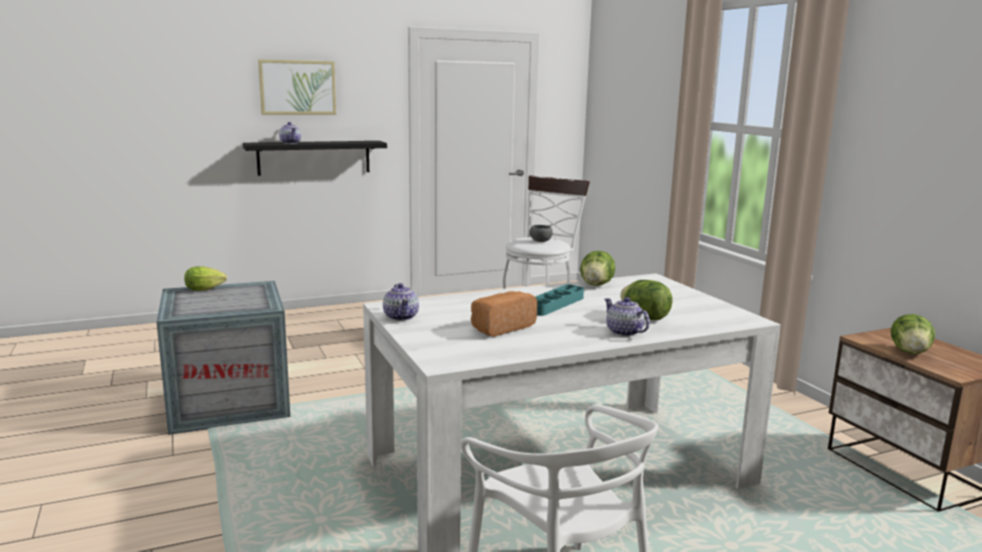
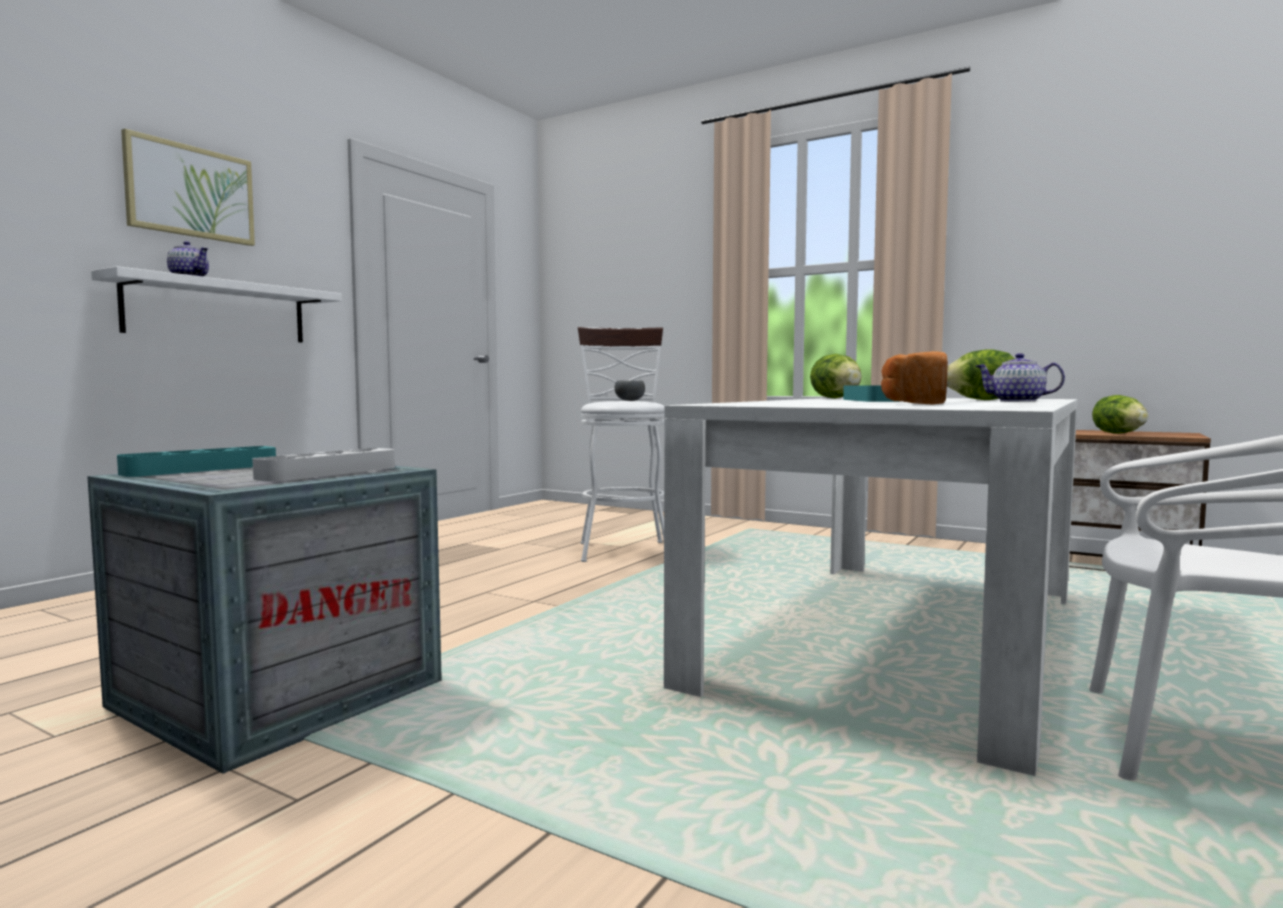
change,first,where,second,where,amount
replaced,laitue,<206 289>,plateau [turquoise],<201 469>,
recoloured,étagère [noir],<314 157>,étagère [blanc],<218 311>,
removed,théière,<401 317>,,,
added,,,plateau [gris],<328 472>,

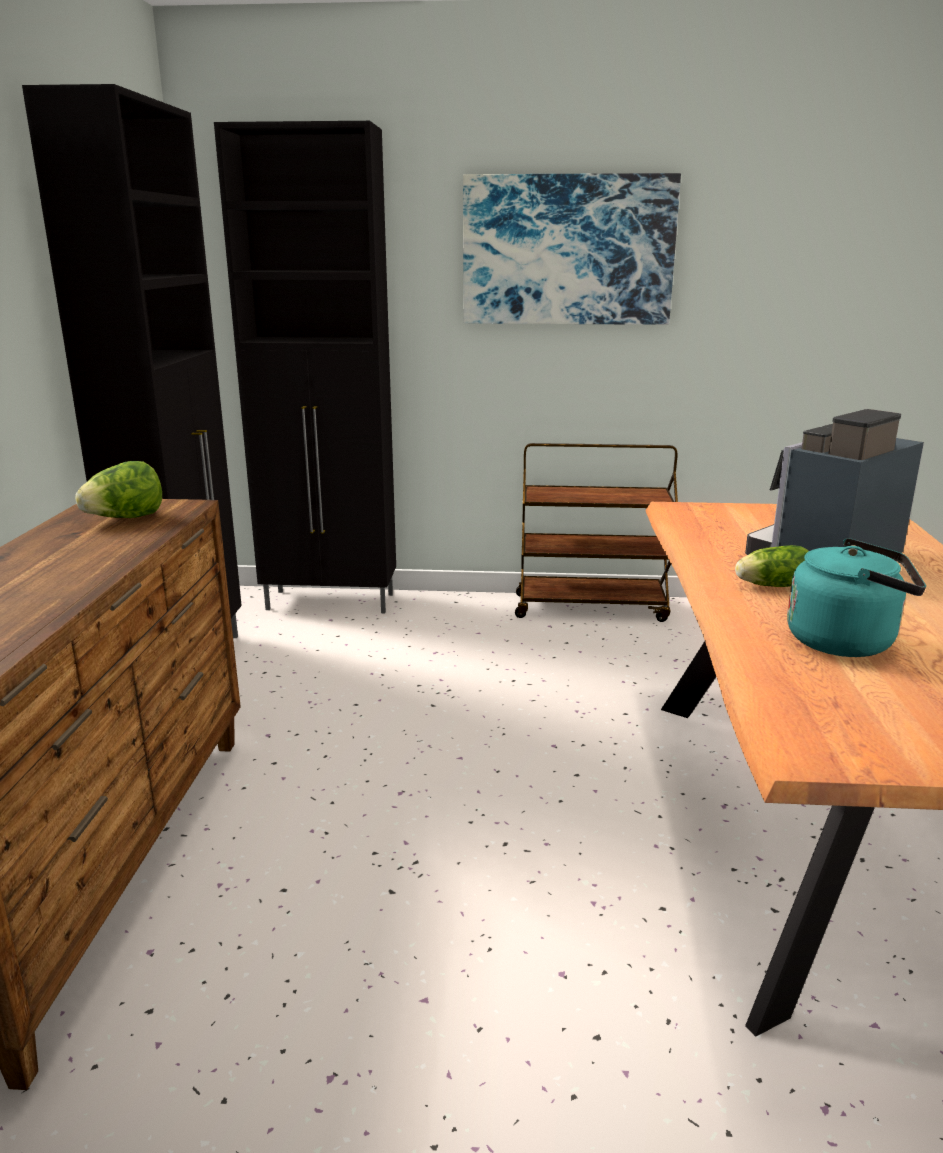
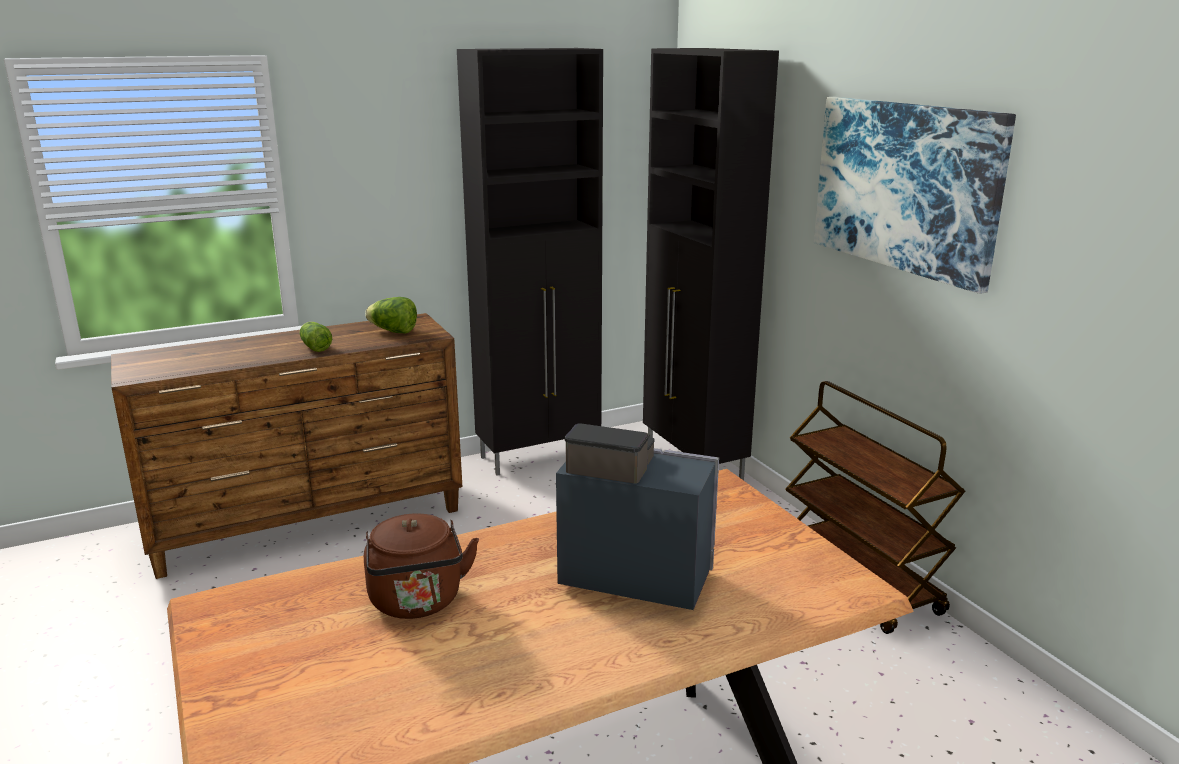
change,first,where,second,where,amount
moved,laitue,<770 586>,,<315 347>,
recoloured,bouilloire [turquoise],<846 642>,bouilloire [marron],<417 603>,

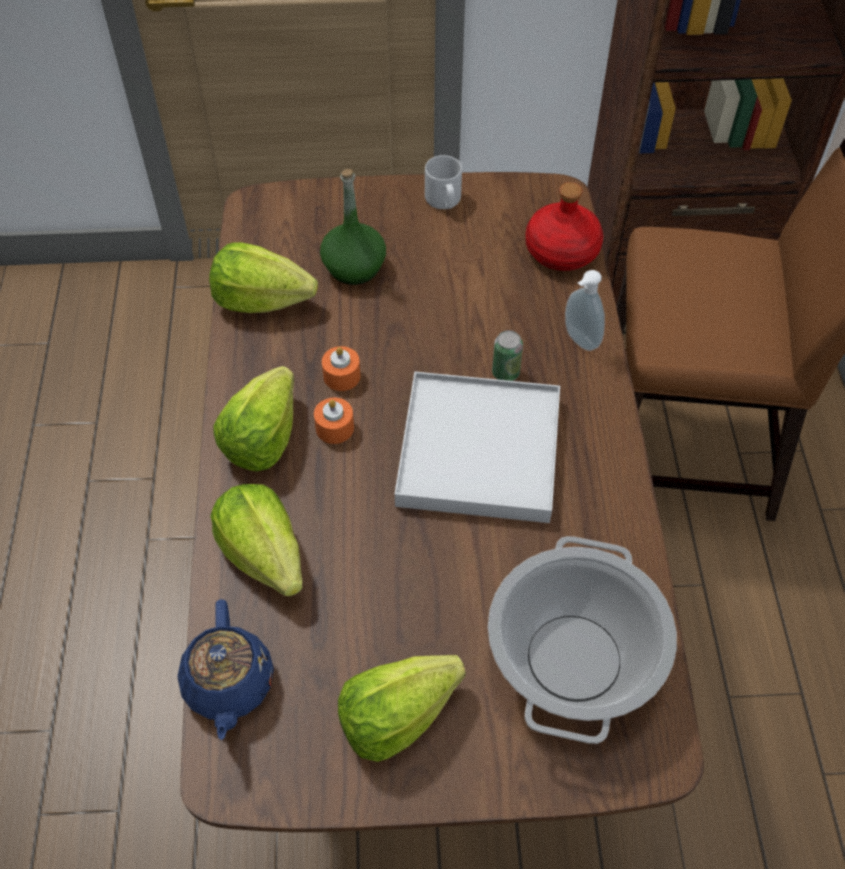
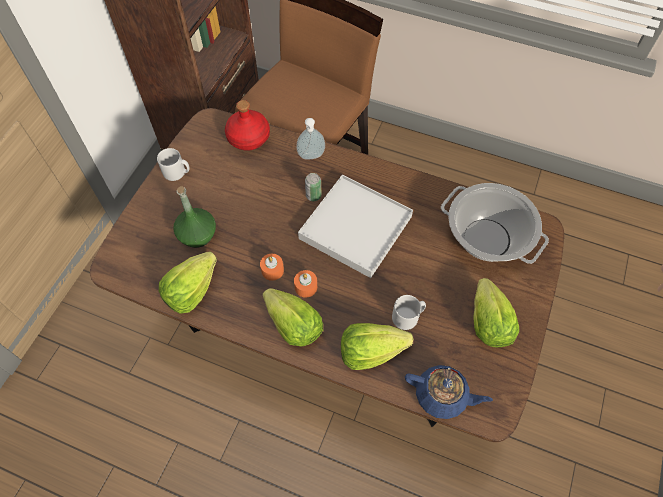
change,first,where,second,where,amount
added,,,mug [gris],<408 317>,

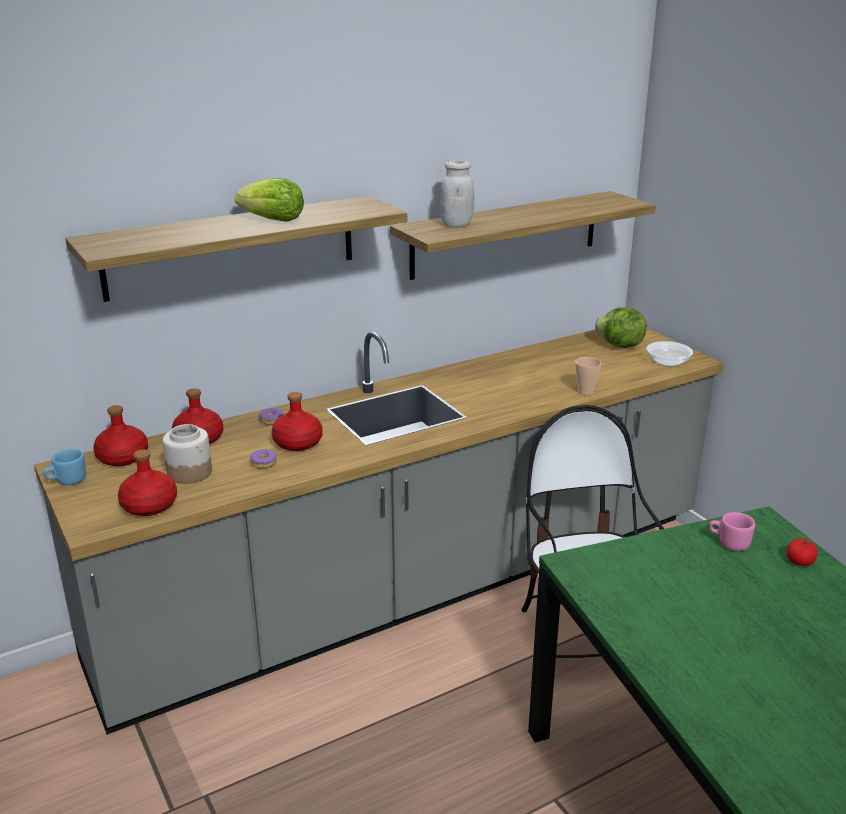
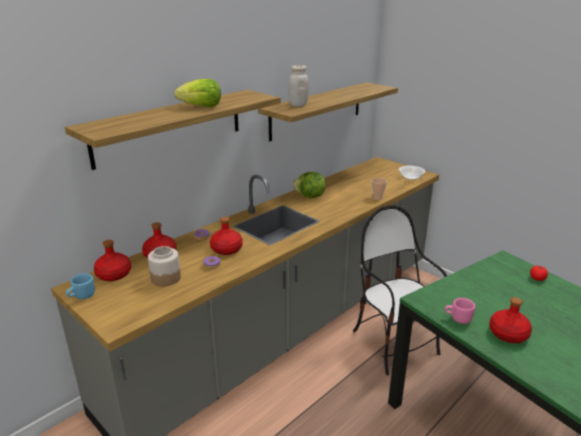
change,first,where,second,where,amount
moved,bouteille [rouge],<150 505>,,<508 334>,
moved,laitue,<619 346>,,<309 197>,
moved,mug [rose],<728 543>,,<457 318>,

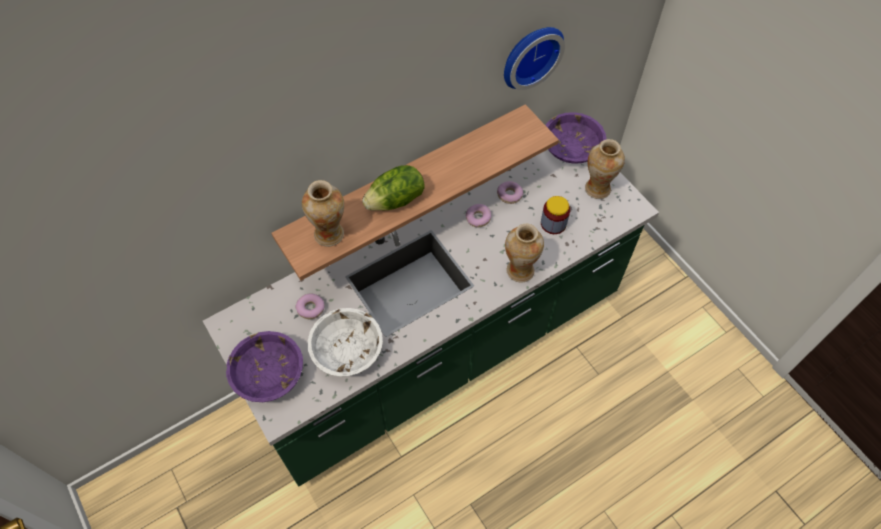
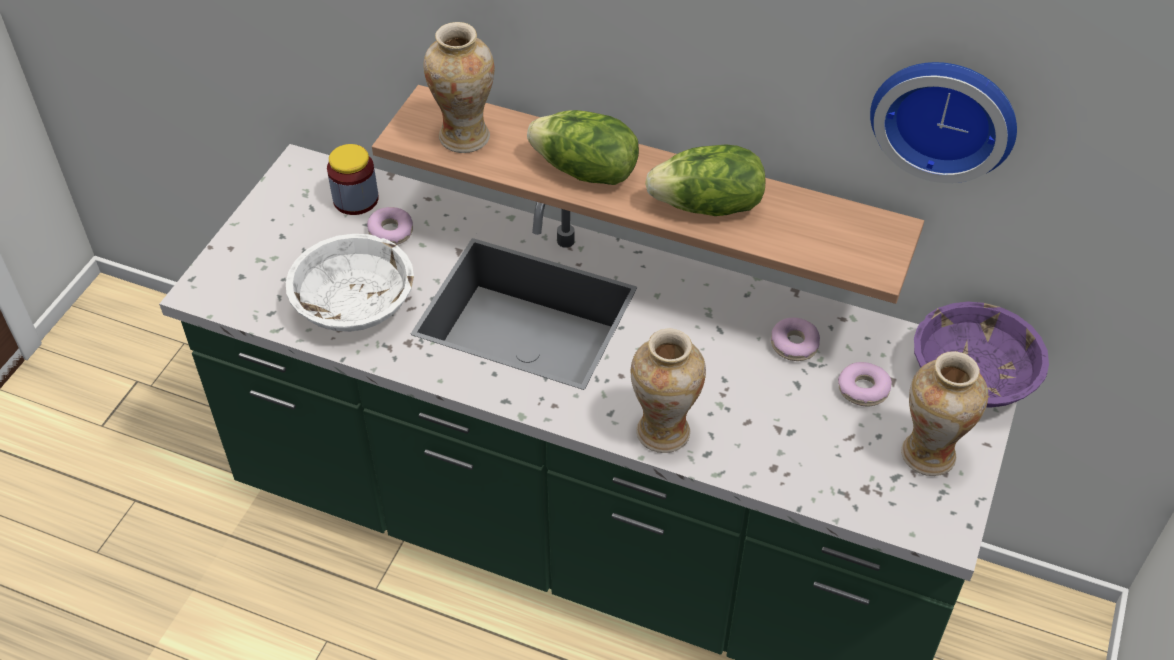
change,first,where,second,where,amount
removed,bol [violet],<269 374>,,,
moved,beignet,<478 218>,,<863 389>,
moved,bocal,<553 223>,,<356 199>,
added,,,laitue,<708 206>,

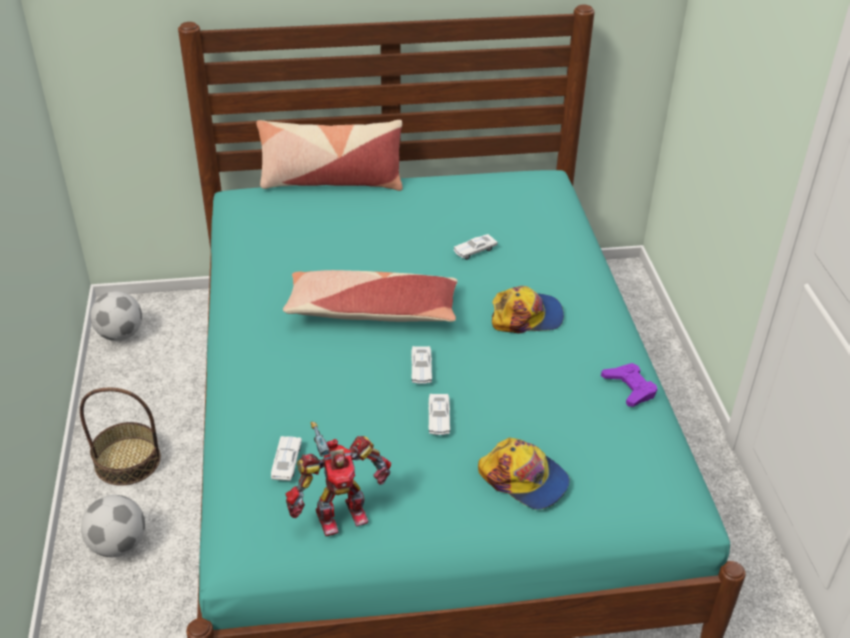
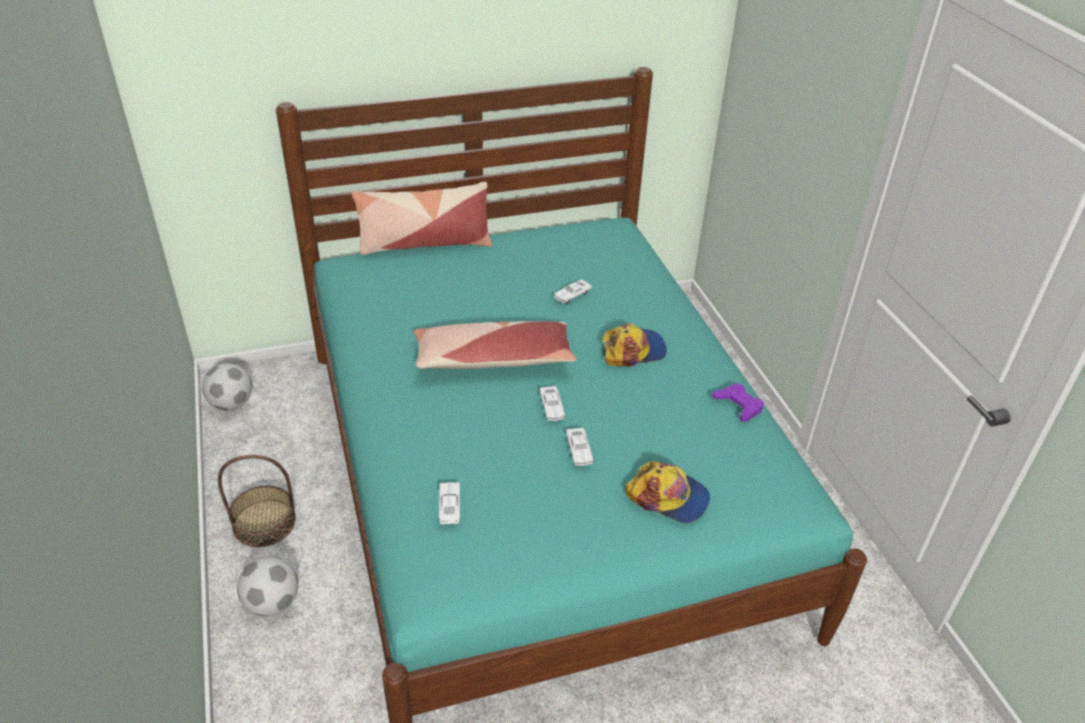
change,first,where,second,where,amount
removed,robot jouet,<339 513>,,,

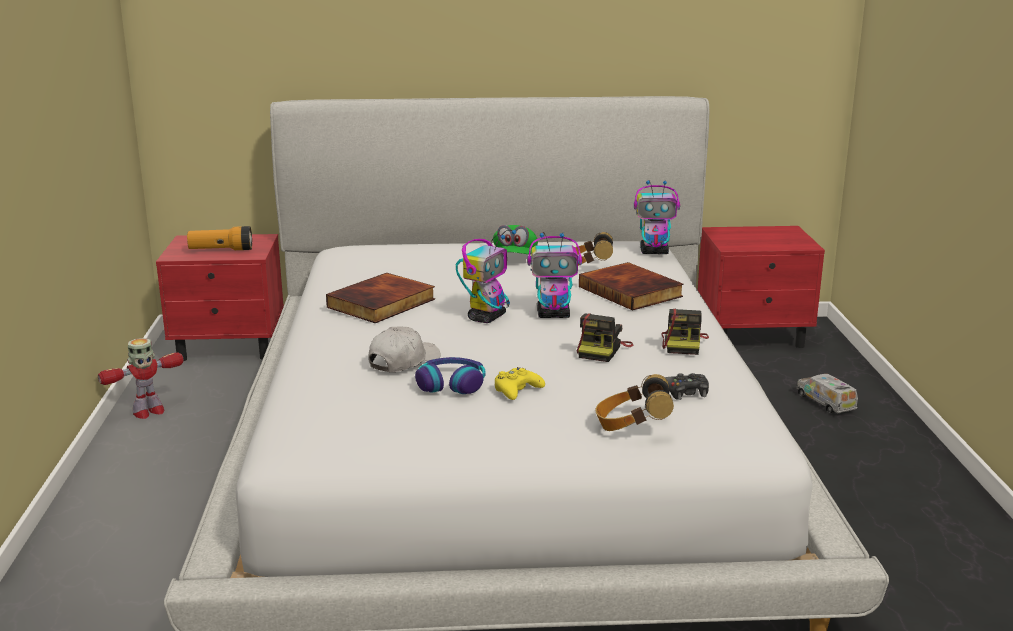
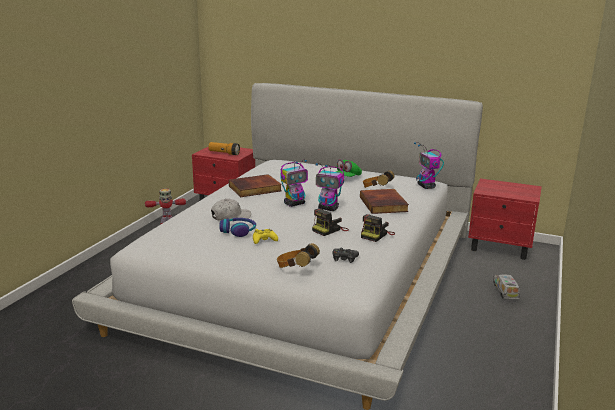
change,first,where,second,where,amount
turned,robot jouet,<654 252>,,<426 186>,45 degrees clockwise

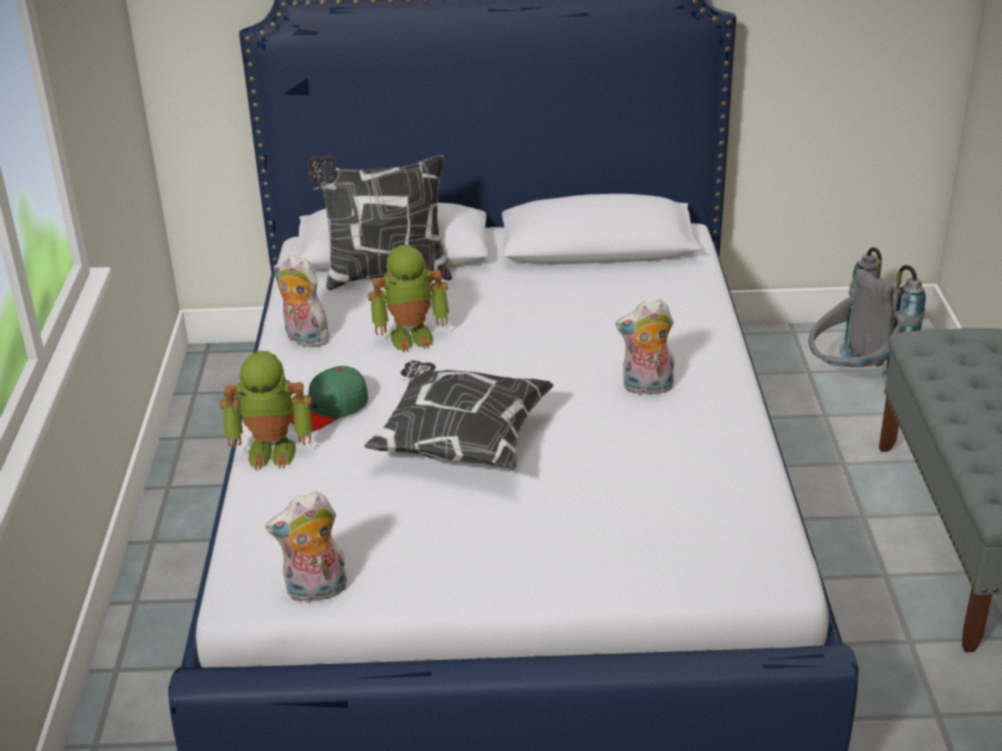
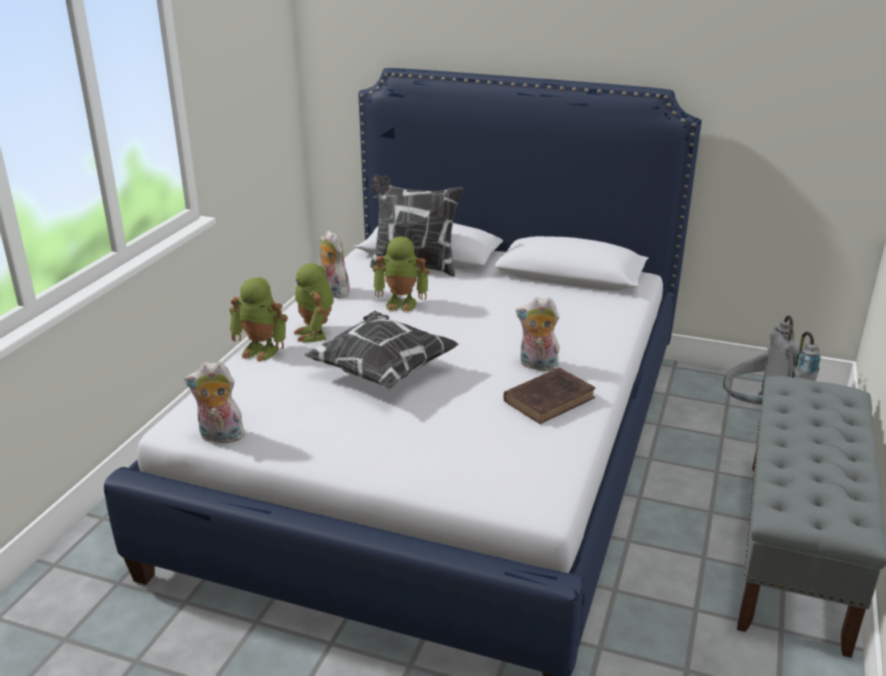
change,first,where,second,where,amount
replaced,casquette [vert],<329 409>,robot jouet,<315 334>,
added,,,livre [marron],<551 399>,

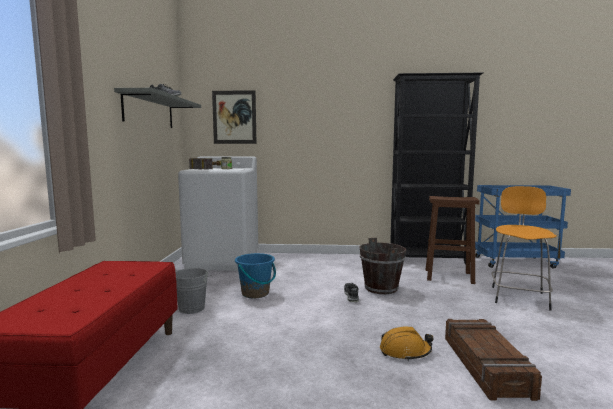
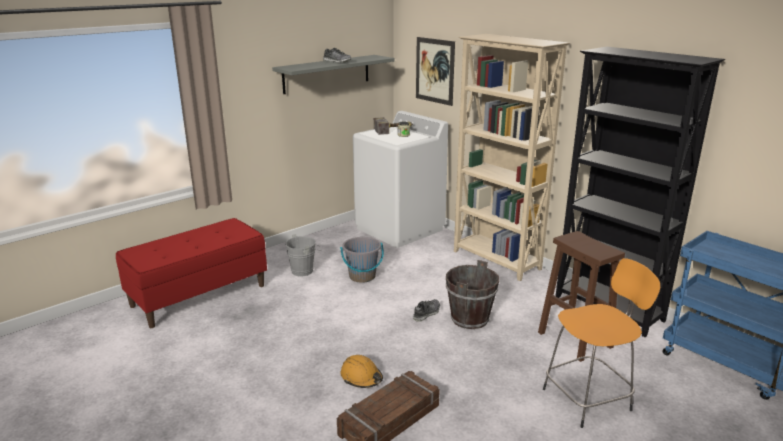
change,first,where,second,where,amount
recoloured,seau [bleu],<255 293>,seau [gris],<362 276>,
added,,,bibliothèque [beige],<496 261>,

